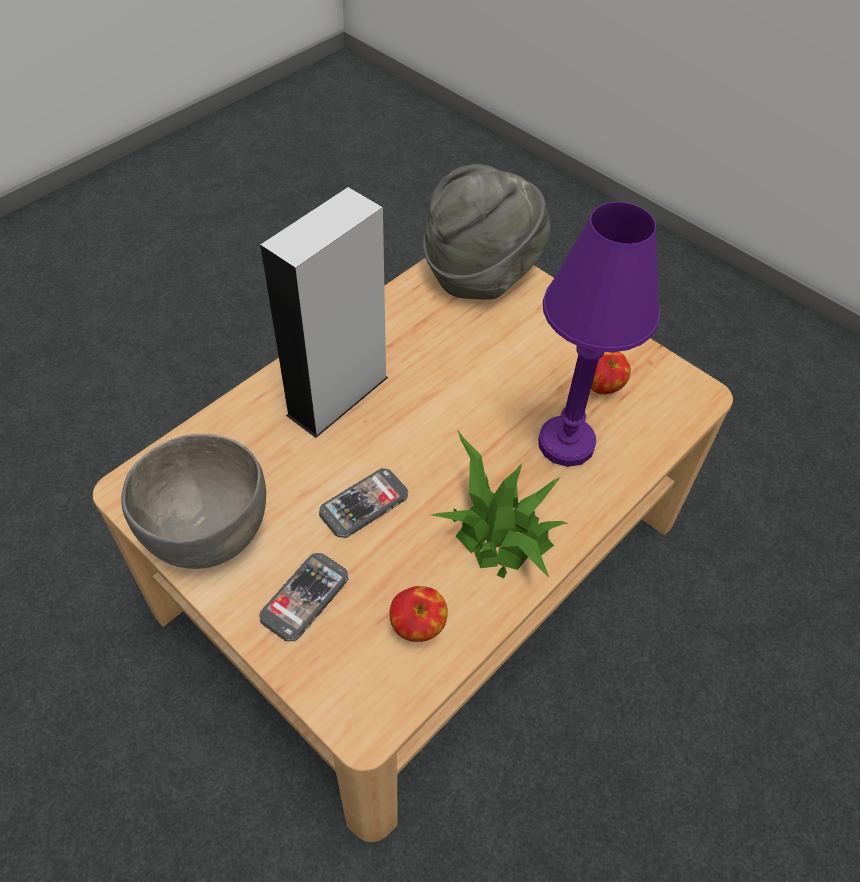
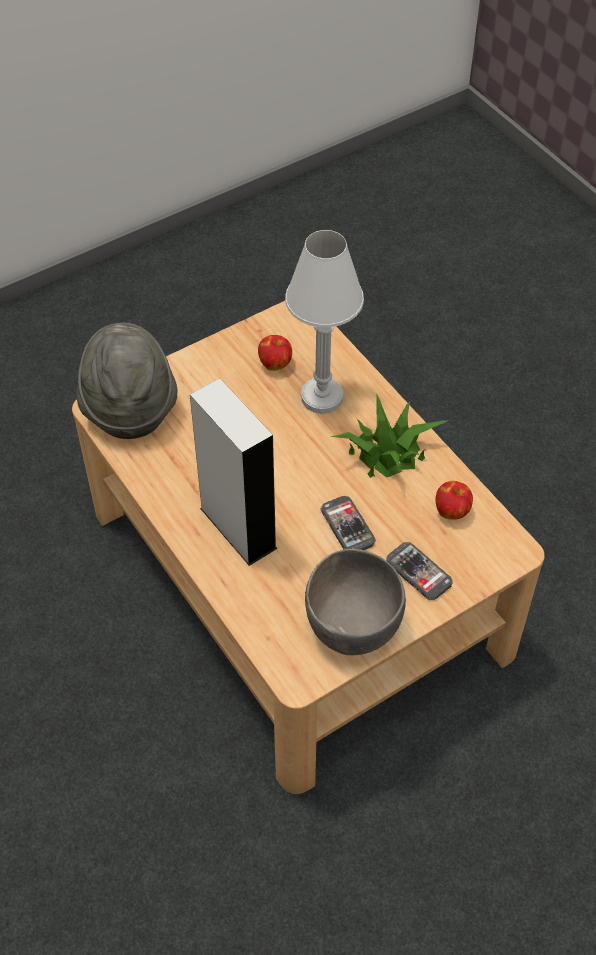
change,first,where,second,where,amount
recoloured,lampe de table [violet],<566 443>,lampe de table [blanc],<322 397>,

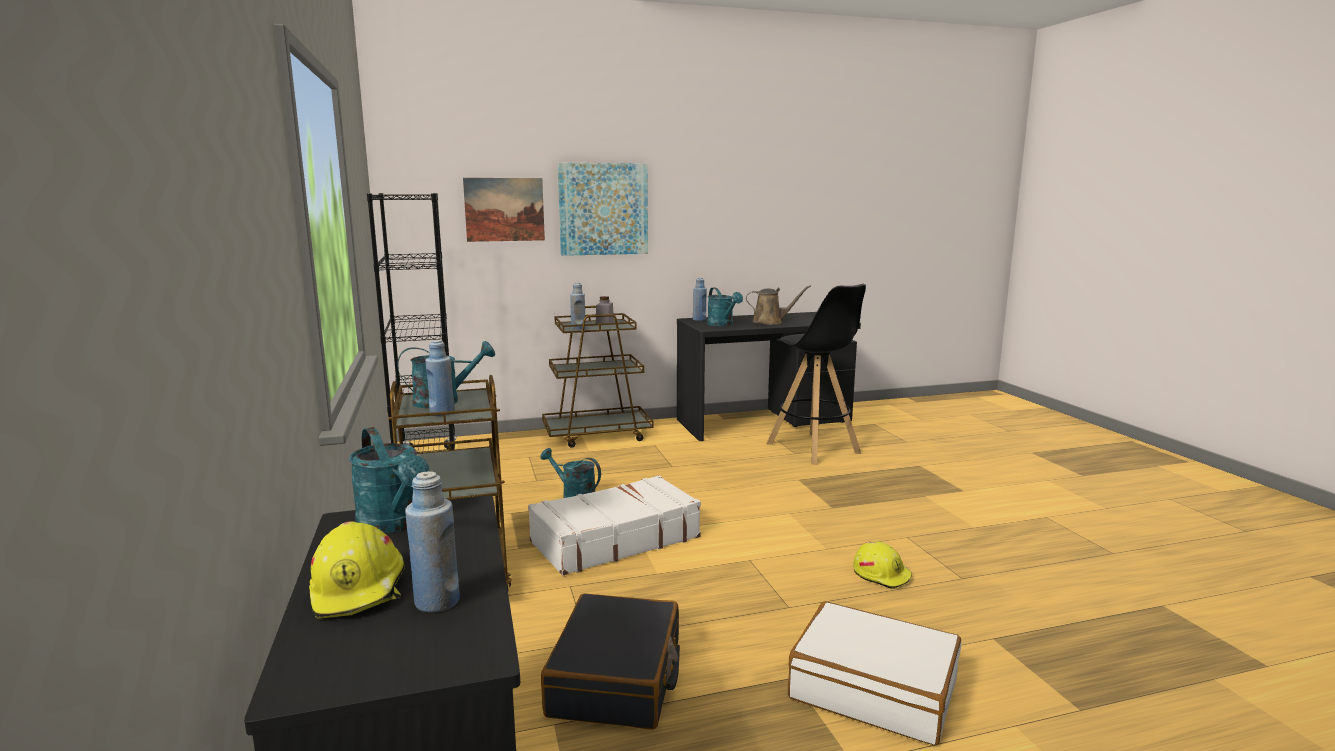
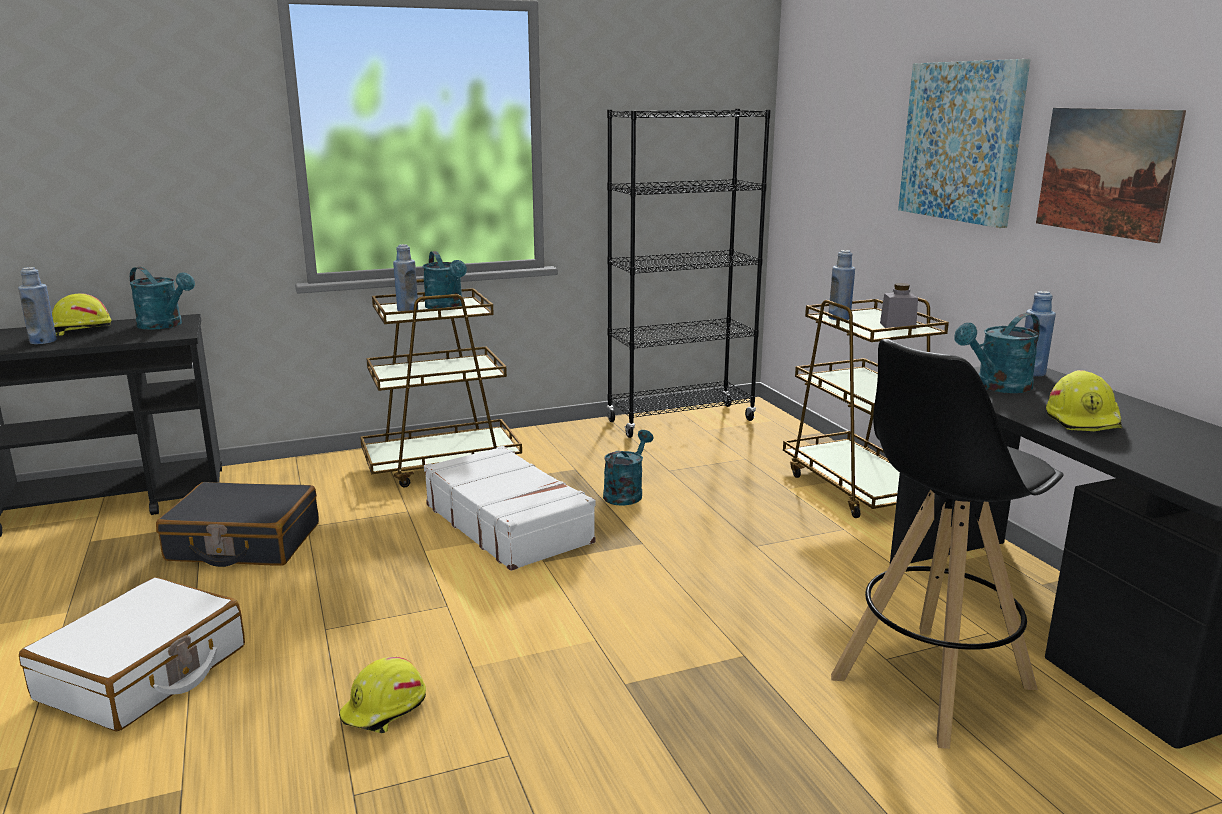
change,first,where,second,where,amount
turned,arrosoir [turquoise],<395 523>,,<165 325>,105 degrees counterclockwise
moved,tableau,<504 209>,,<1105 171>,
replaced,arrosoir [marron],<770 322>,casque de chantier [jaune],<1083 420>,

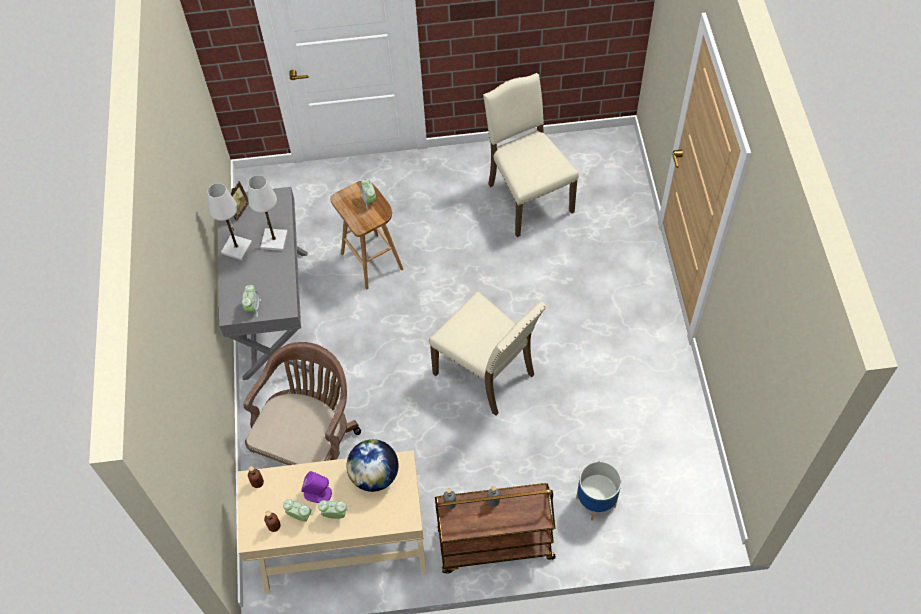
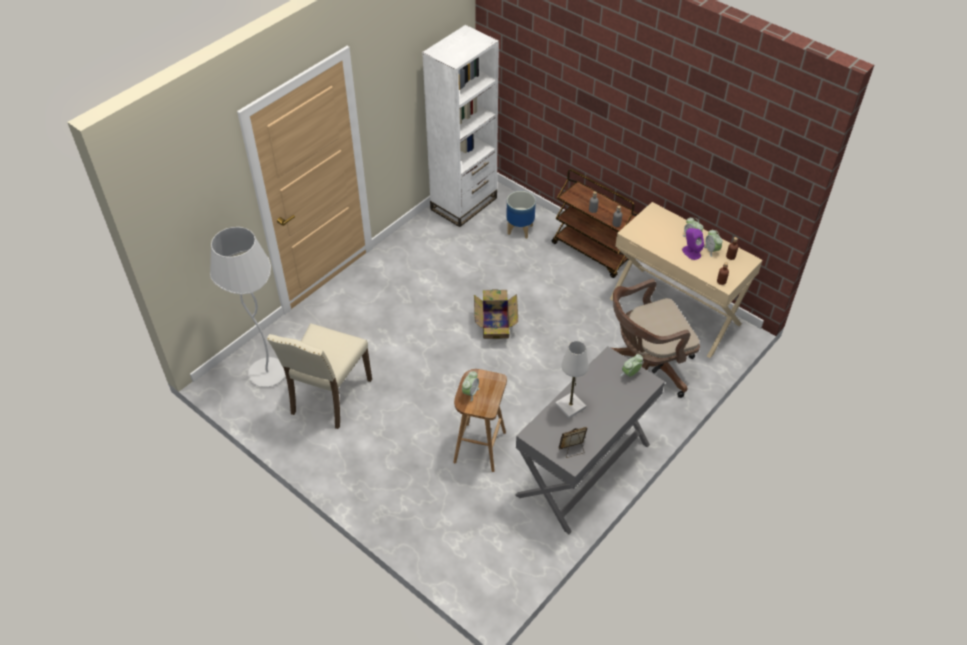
change,first,where,second,where,amount
removed,lampe de table [blanc],<237 248>,,,
removed,globe,<374 475>,,,
replaced,chaise [beige],<487 373>,carton,<496 323>,
added,,,lampadaire [blanc],<267 374>,
added,,,bibliothèque [blanc],<464 204>,

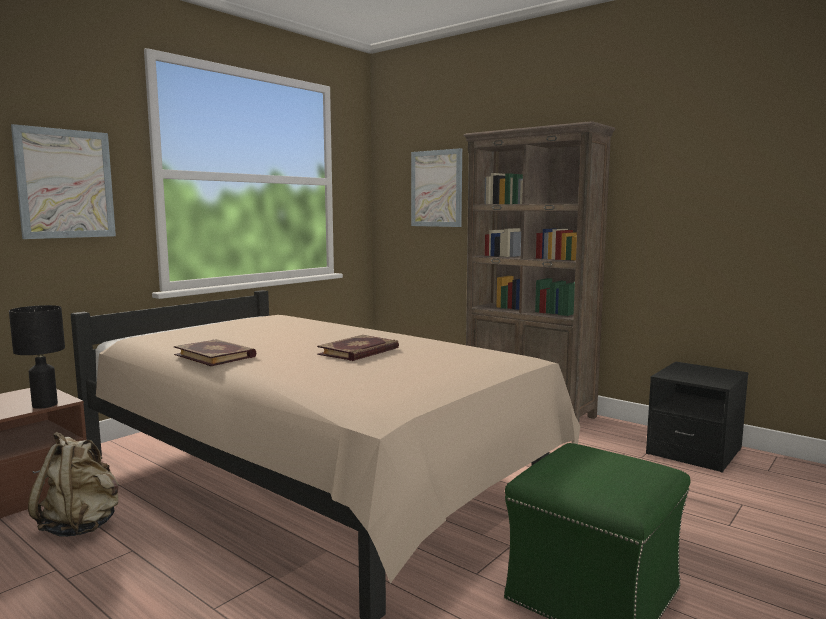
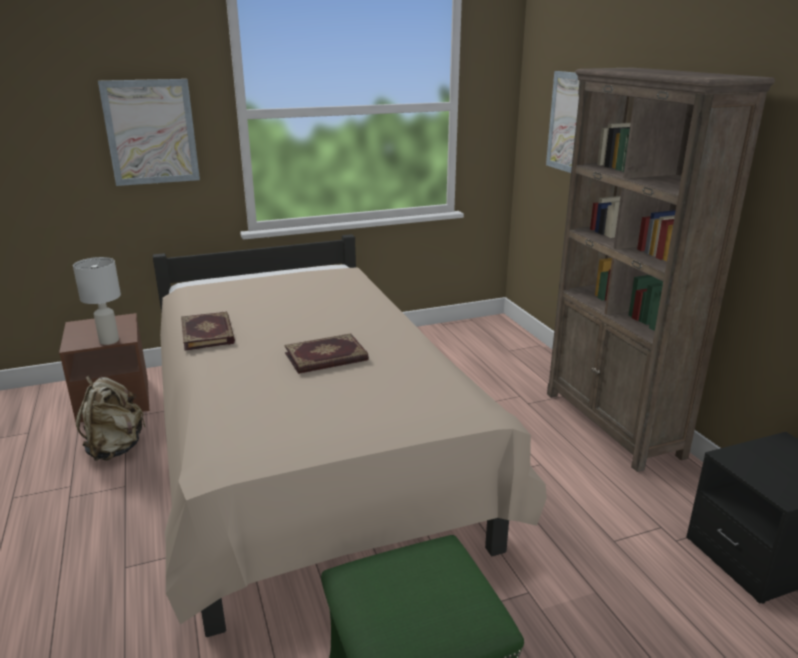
change,first,where,second,where,amount
recoloured,lampe de table [noir],<44 405>,lampe de table [blanc],<108 341>,

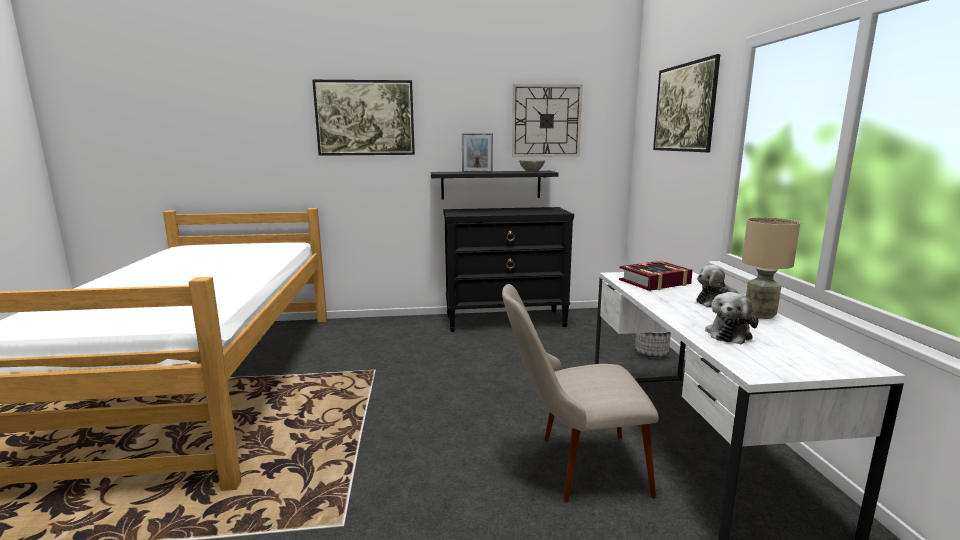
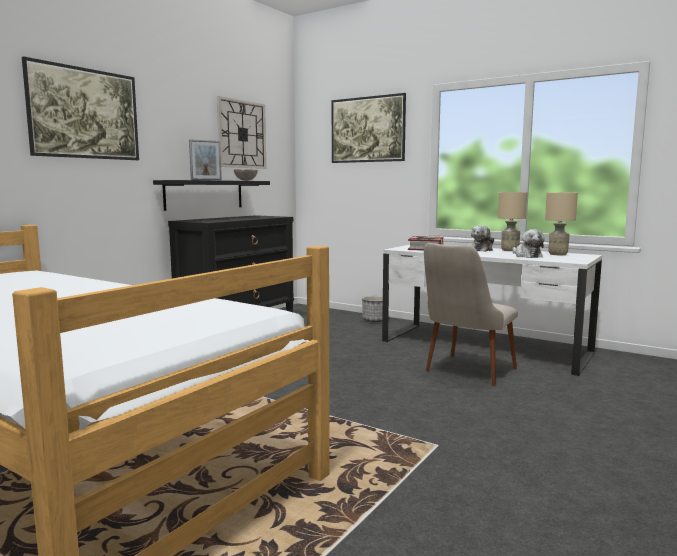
change,first,where,second,where,amount
added,,,lampe de table [beige],<558 254>,

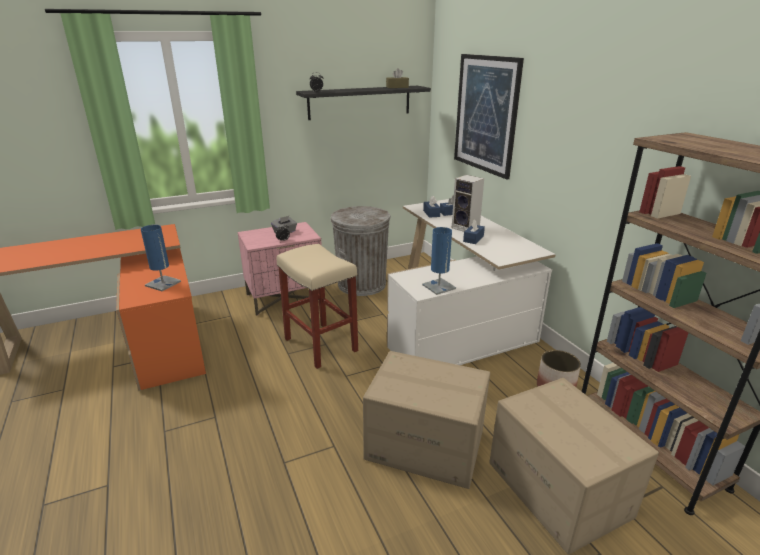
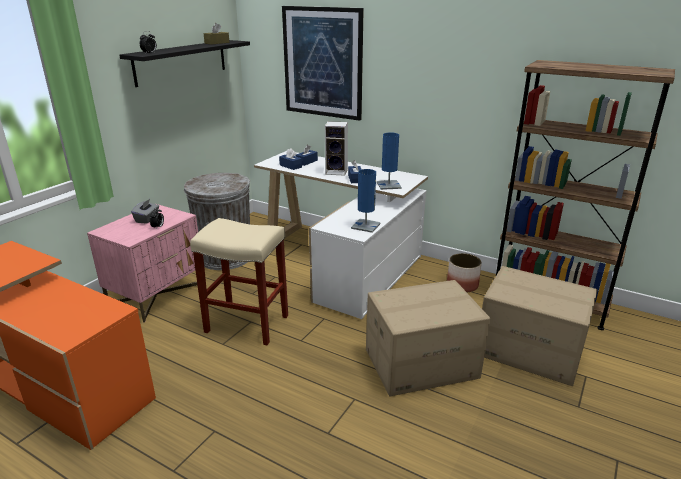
change,first,where,second,where,amount
moved,lampe de table [bleu],<163 284>,,<388 185>,

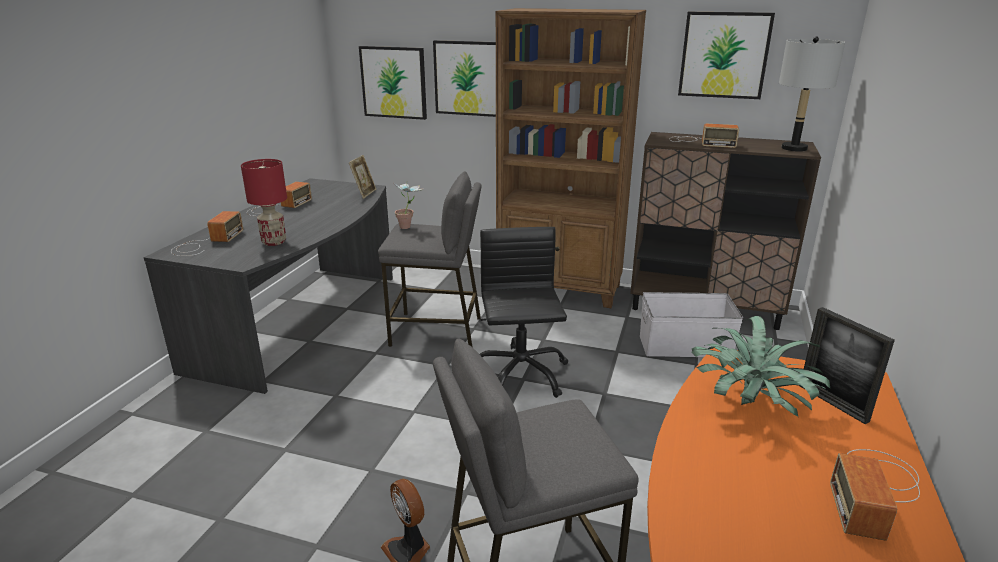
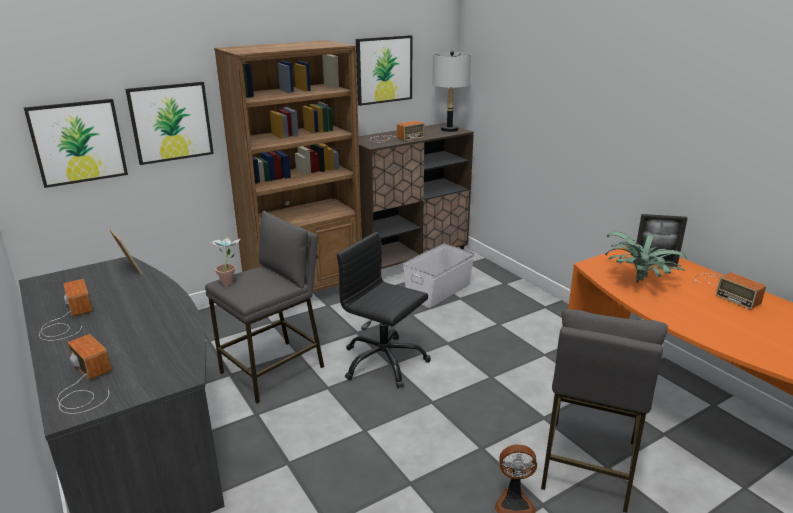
change,first,where,second,where,amount
removed,lampe de table [rouge],<273 242>,,,

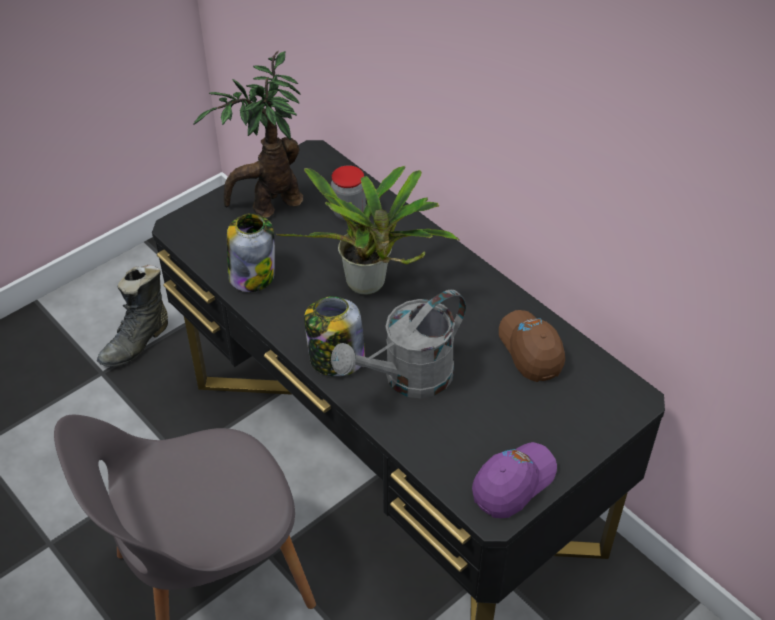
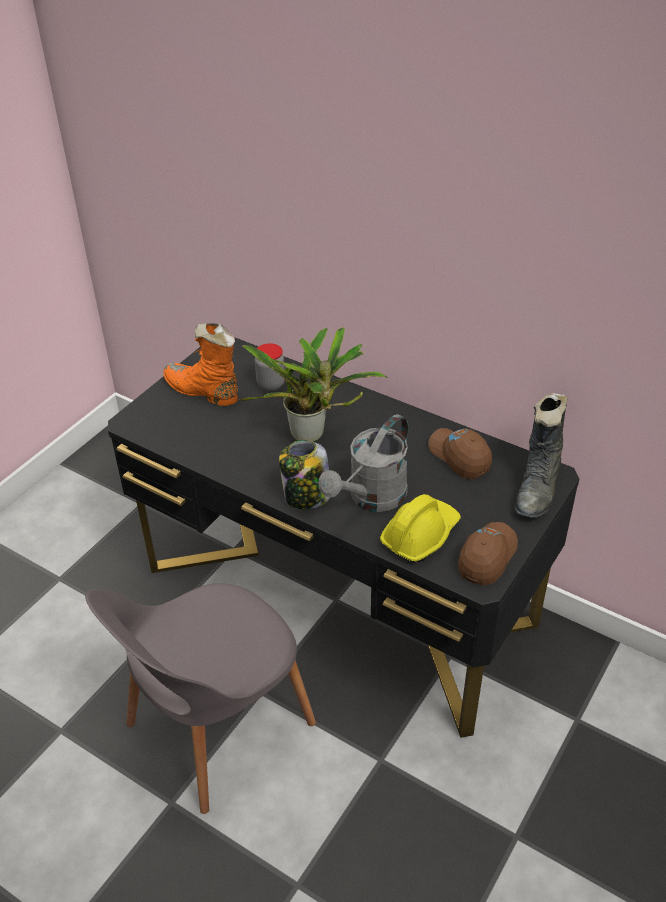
change,first,where,second,where,amount
moved,botte [noir],<137 342>,,<538 488>,
replaced,plante en pot,<269 205>,botte [orange],<202 391>,
removed,bocal,<252 275>,,,
recoloured,casquette [violet],<513 483>,casquette [marron],<487 557>,
added,,,casque de chantier [jaune],<420 535>,

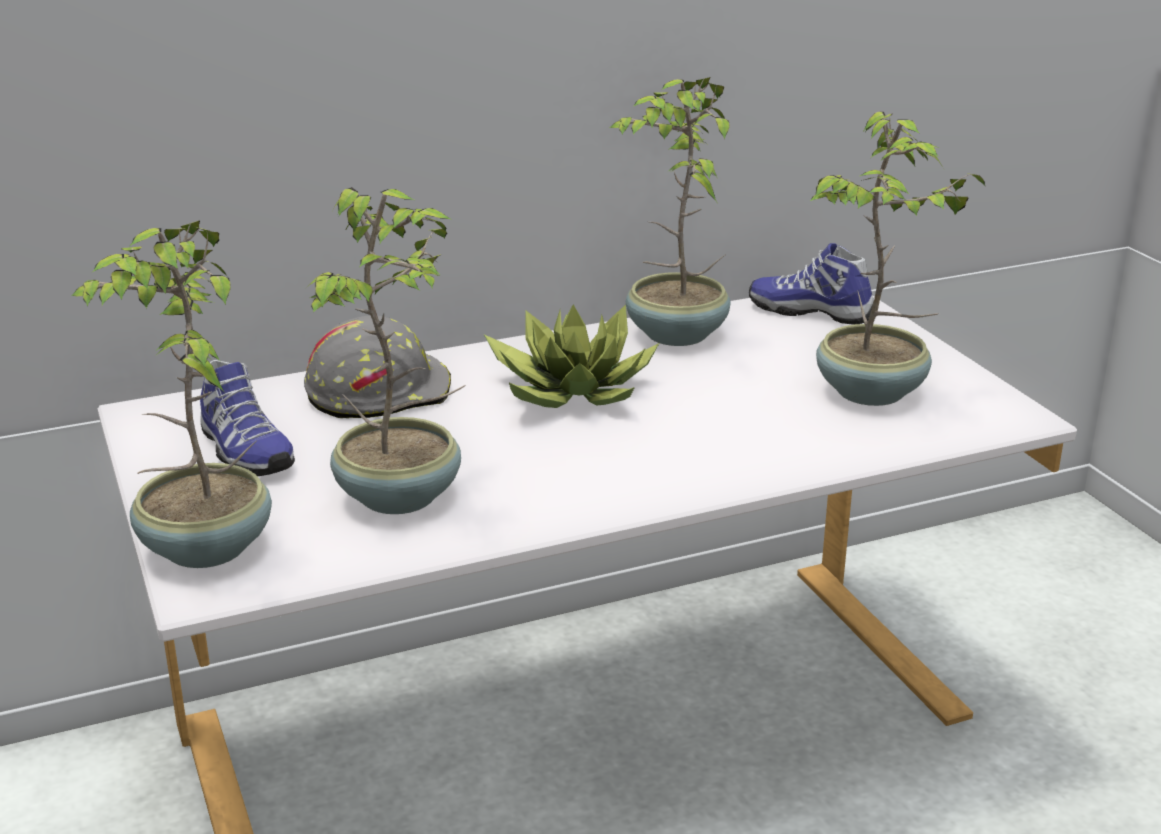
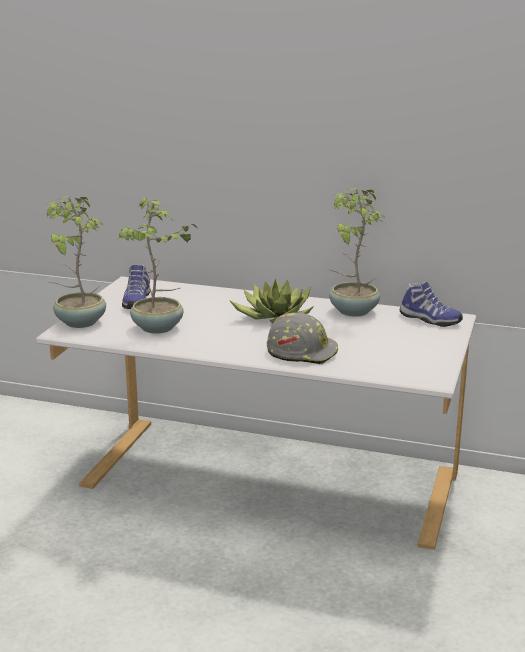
change,first,where,second,where,amount
moved,casque de chantier [gris],<378 392>,,<302 352>,
turned,chaussure,<811 311>,,<429 320>,150 degrees clockwise
removed,plante en pot,<872 393>,,,

